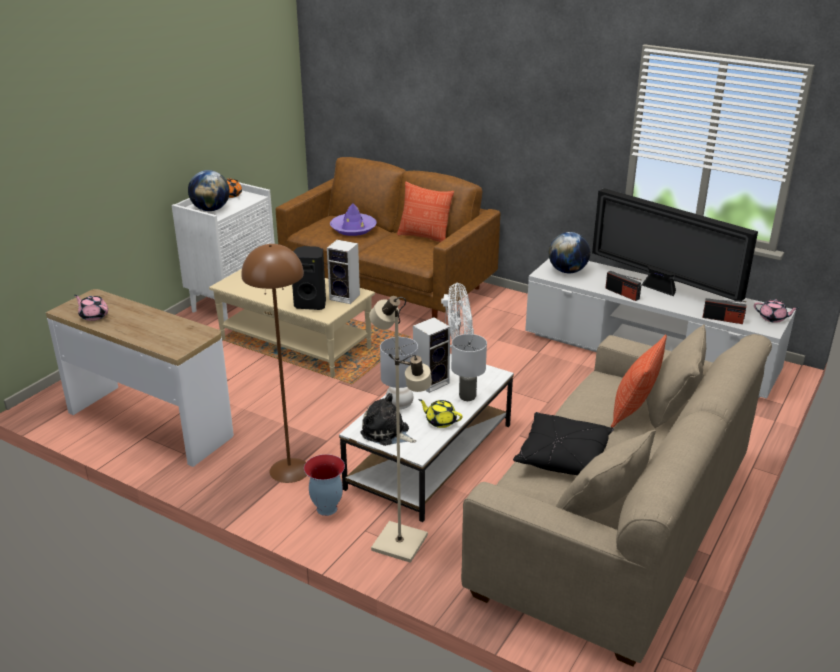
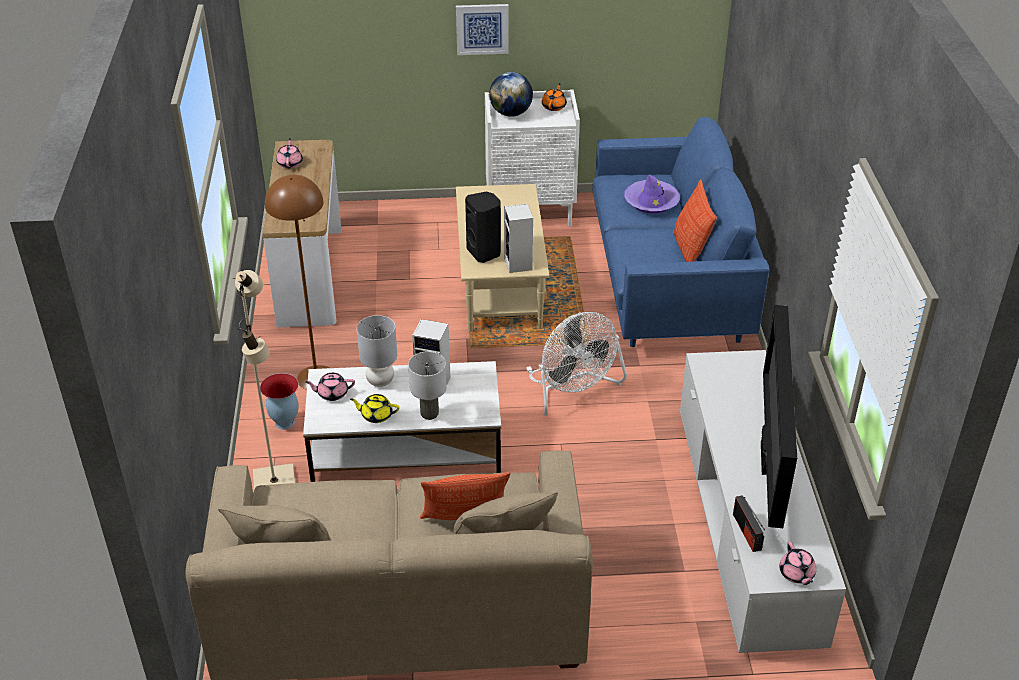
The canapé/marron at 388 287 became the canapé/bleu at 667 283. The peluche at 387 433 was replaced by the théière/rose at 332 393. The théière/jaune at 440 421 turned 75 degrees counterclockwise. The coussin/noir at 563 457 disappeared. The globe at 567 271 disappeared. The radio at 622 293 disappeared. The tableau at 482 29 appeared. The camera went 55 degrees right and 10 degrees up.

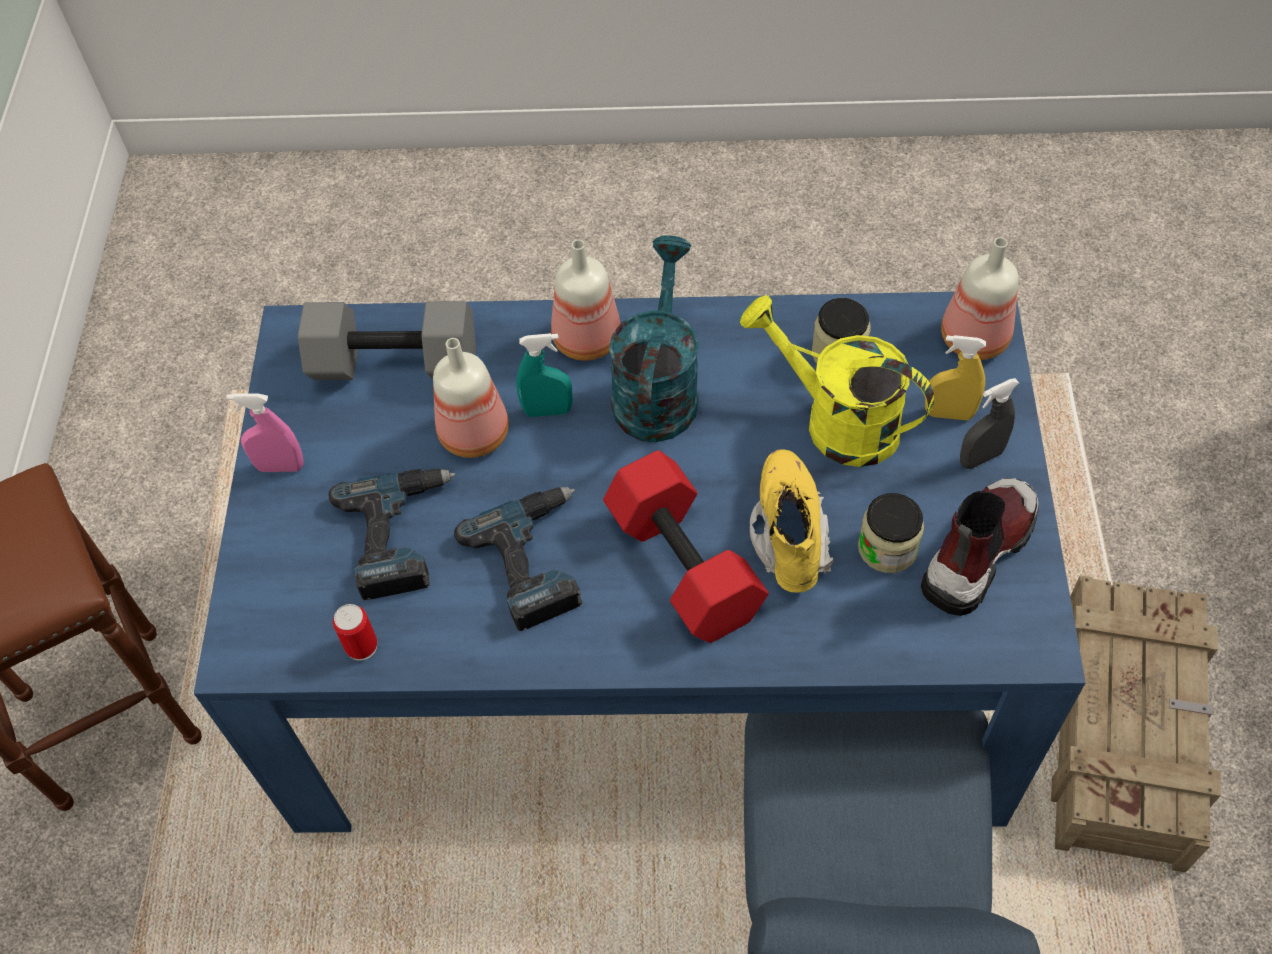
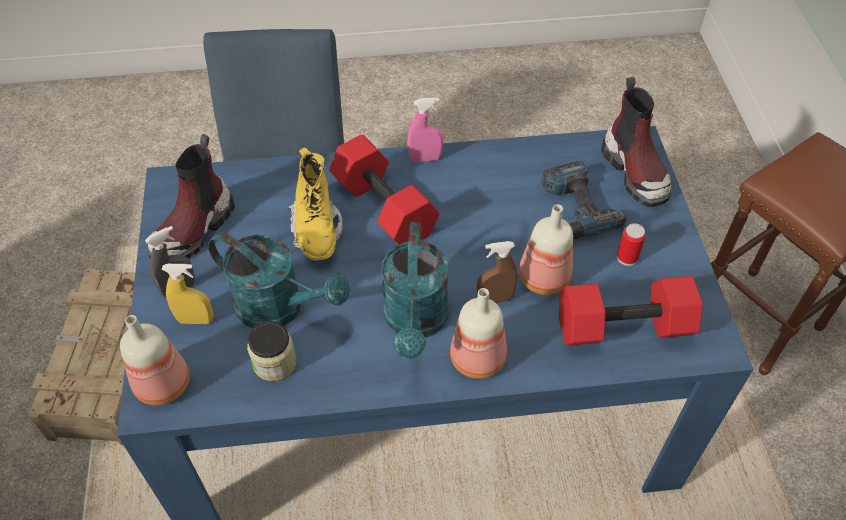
The vaporisateur/rose moved from 280 466 to 425 158. The haltère/gris at 393 365 became the haltère/rouge at 623 325. The boîte métallique moved from 361 646 to 627 257. The perceuse at 536 561 disappeared. The vaporisateur/turquoise at 547 410 became the vaporisateur/marron at 495 299. The arrosoir/jaune at 836 421 became the arrosoir/turquoise at 280 308. The bocal at 887 548 disappeared. The botte at 635 172 appeared. The camera went 170 degrees right and 5 degrees down.

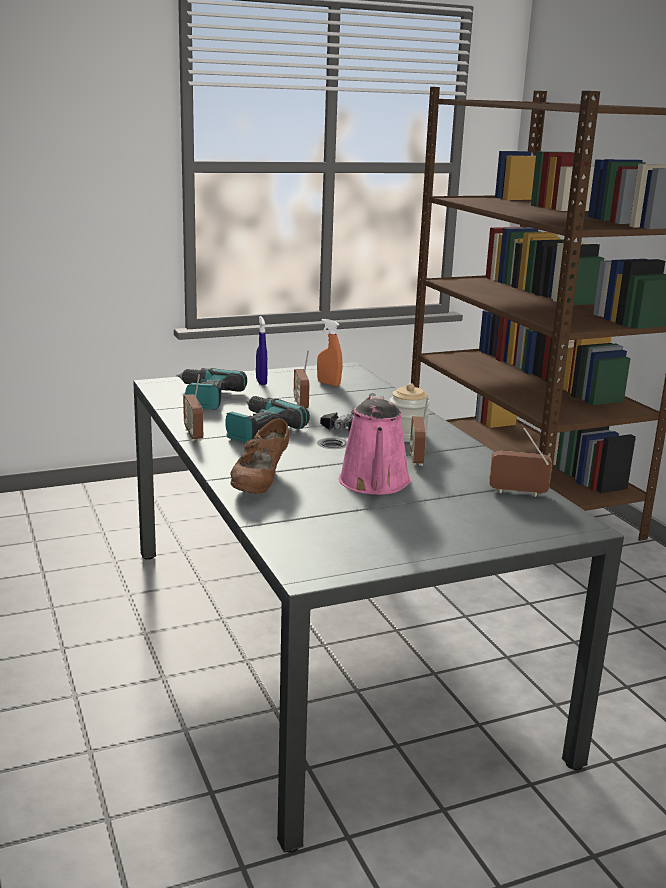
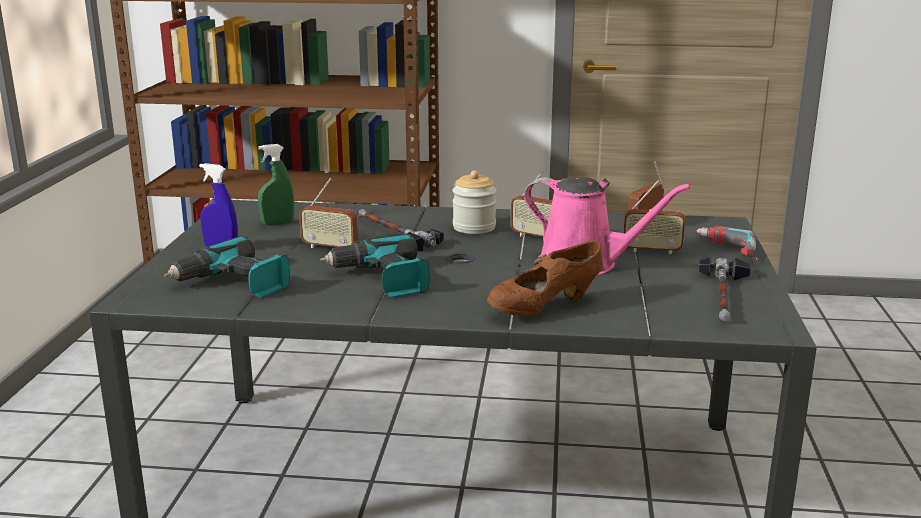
The radio moved from 194 435 to 652 250. The chaussure/marron at 260 483 turned 105 degrees clockwise. The vaporisateur/orange at 328 384 became the vaporisateur/vert at 277 223. The perceuse at 725 250 appeared. The marteau at 724 295 appeared. The camera went 60 degrees left and 0 degrees up.

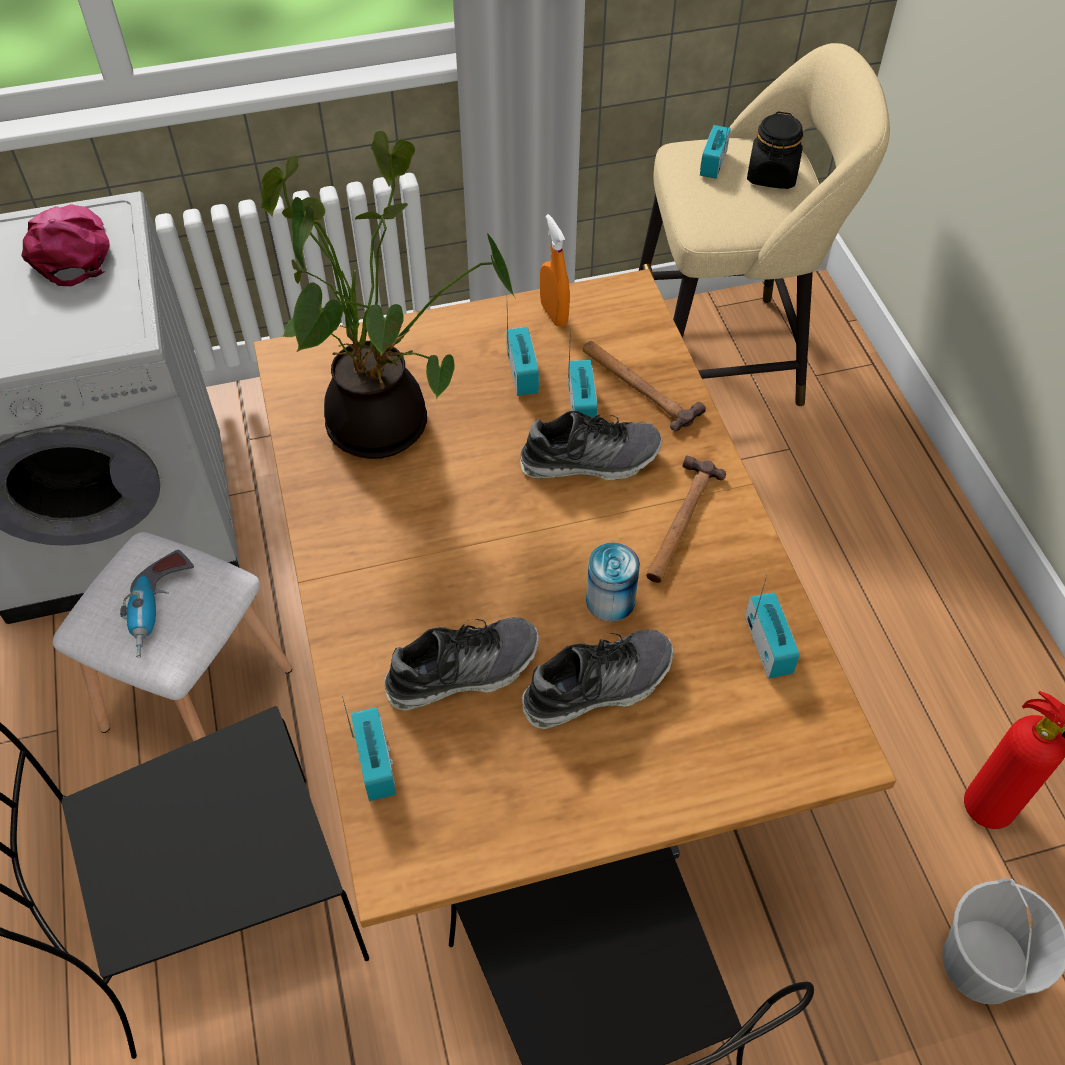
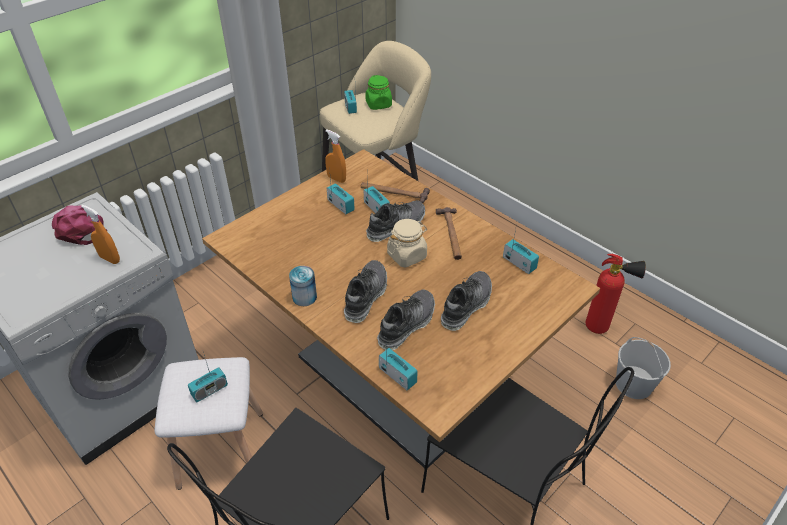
The perceuse at 161 610 was replaced by the radio at 209 390. The plante en pot at 387 423 disappeared. The boîte métallique moved from 610 600 to 304 297. The bocal/noir at 772 175 became the bocal/vert at 378 104. The vaporisateur/orange at 110 259 appeared. The chaussure at 365 296 appeared. The bocal/beige at 407 255 appeared. The camera went 30 degrees left and 10 degrees down.

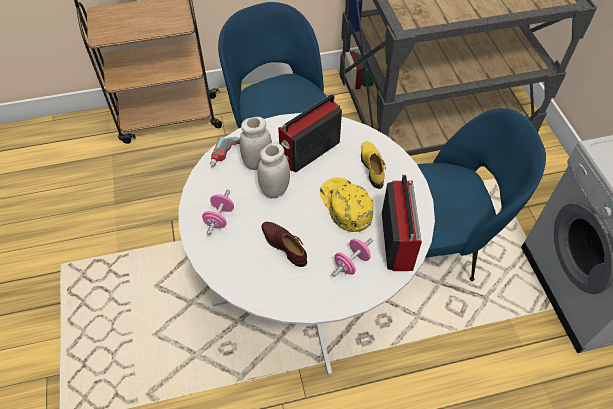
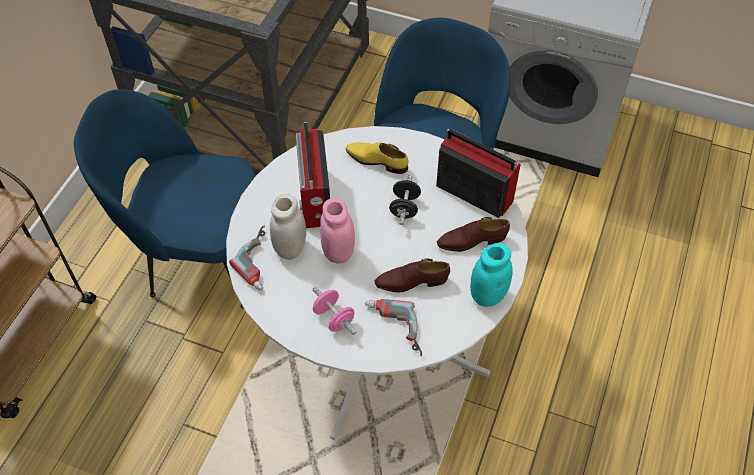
The bocal/blanc at 275 190 became the bocal/rose at 338 252. The casquette/jaune at 345 205 was replaced by the haltère/noir at 404 208. The haltère/rose at 351 263 was replaced by the chaussure/marron at 471 240. The perceuse at 392 329 appeared. The bocal/turquoise at 487 295 appeared. The camera went 55 degrees left and 0 degrees up.

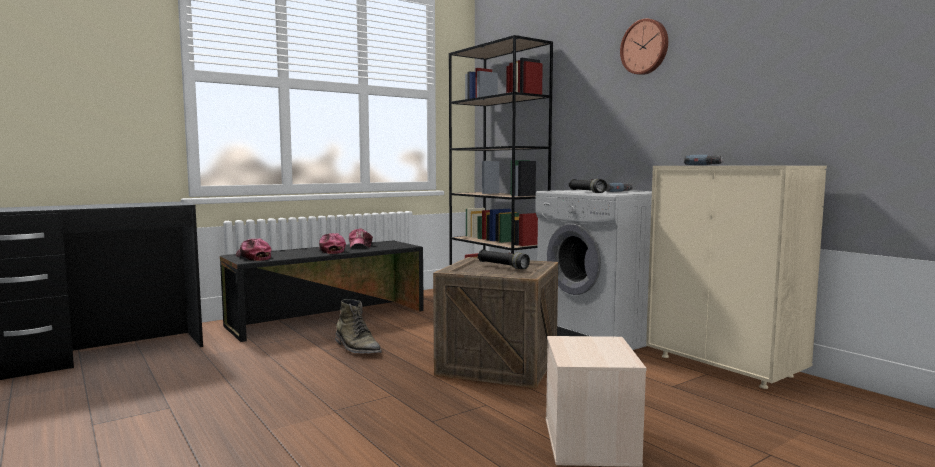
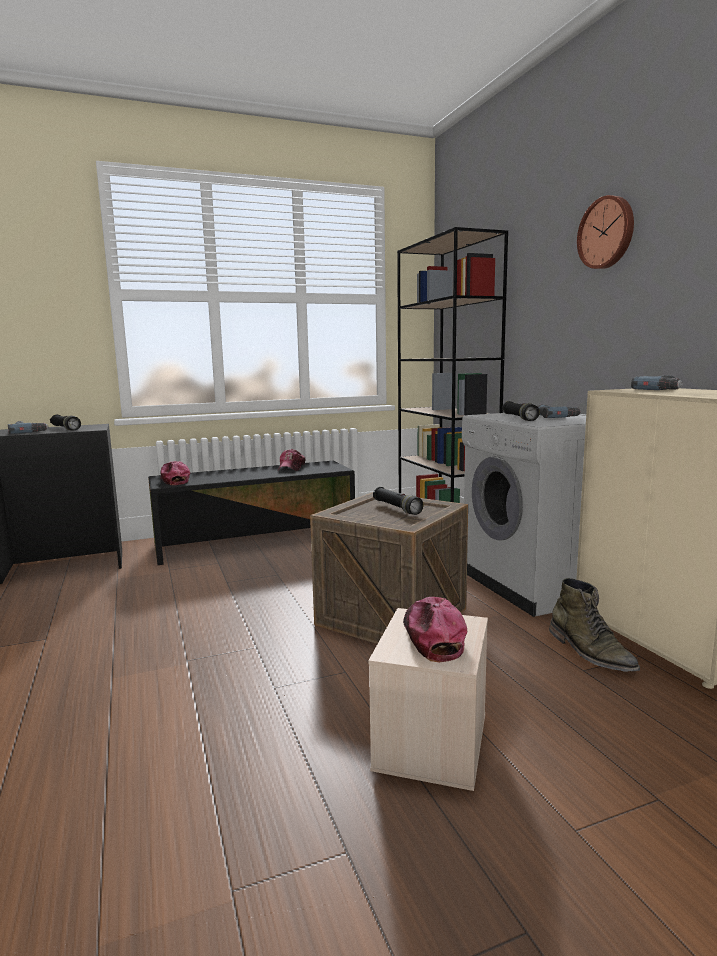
The casquette moved from 331 250 to 432 636. The botte/vert moved from 357 348 to 590 652. The perceuse at 28 431 appeared. The lampe de poche/noir at 66 428 appeared. The camera went 15 degrees right and 5 degrees up.

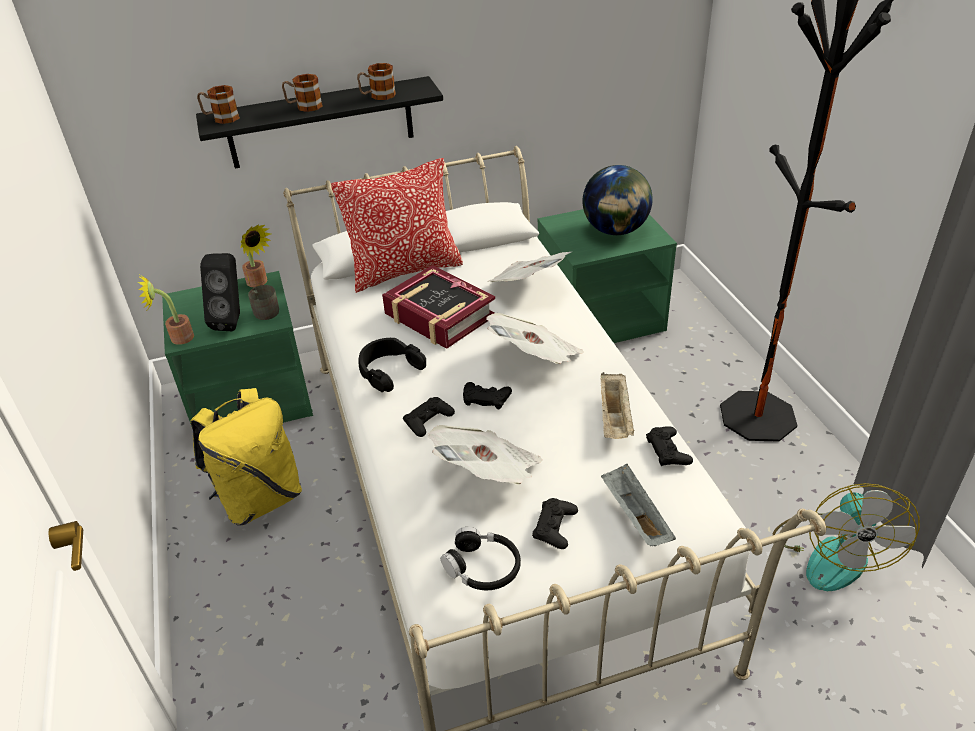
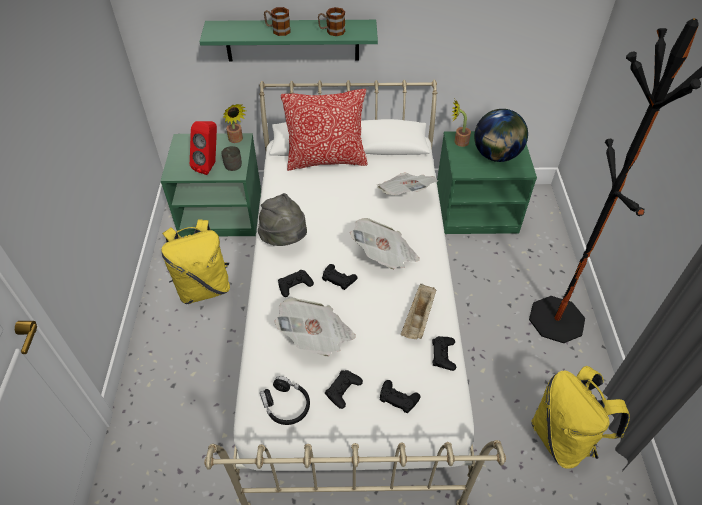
The plante en pot moved from 177 338 to 458 142. The étagère/noir at 321 123 became the étagère/vert at 292 40. The mug at 221 118 disappeared. The enceinte/noir at 233 320 became the enceinte/rouge at 210 166. The casque audio/noir at 389 370 was replaced by the chapeau/gris at 285 239. The livre at 439 315 disappeared. The plateau/gris at 634 516 was replaced by the manette/noir at 398 398. The ventilateur at 832 552 was replaced by the sac à dos/jaune at 563 438. The camera went 15 degrees right and 10 degrees up.

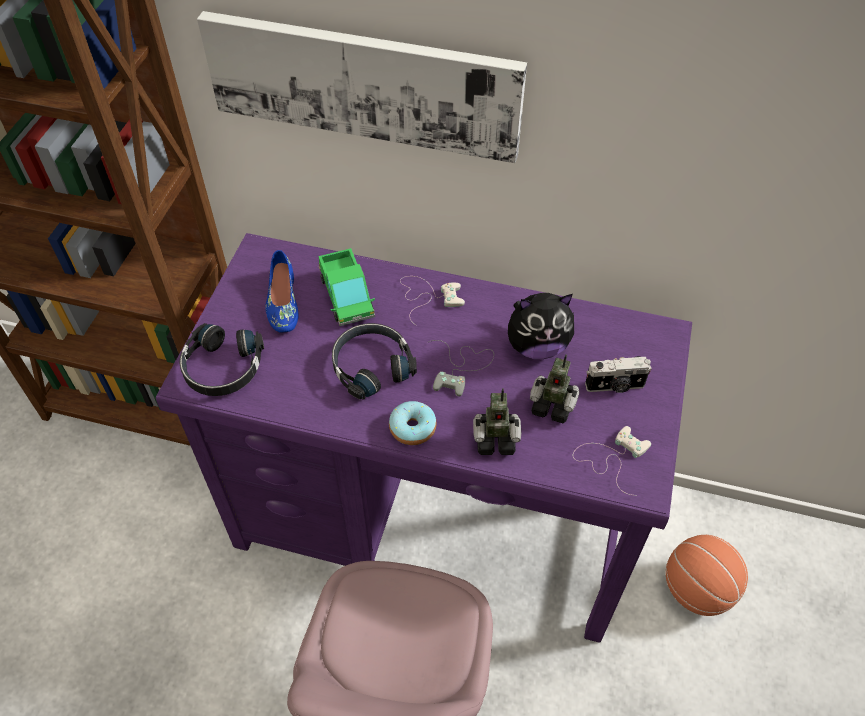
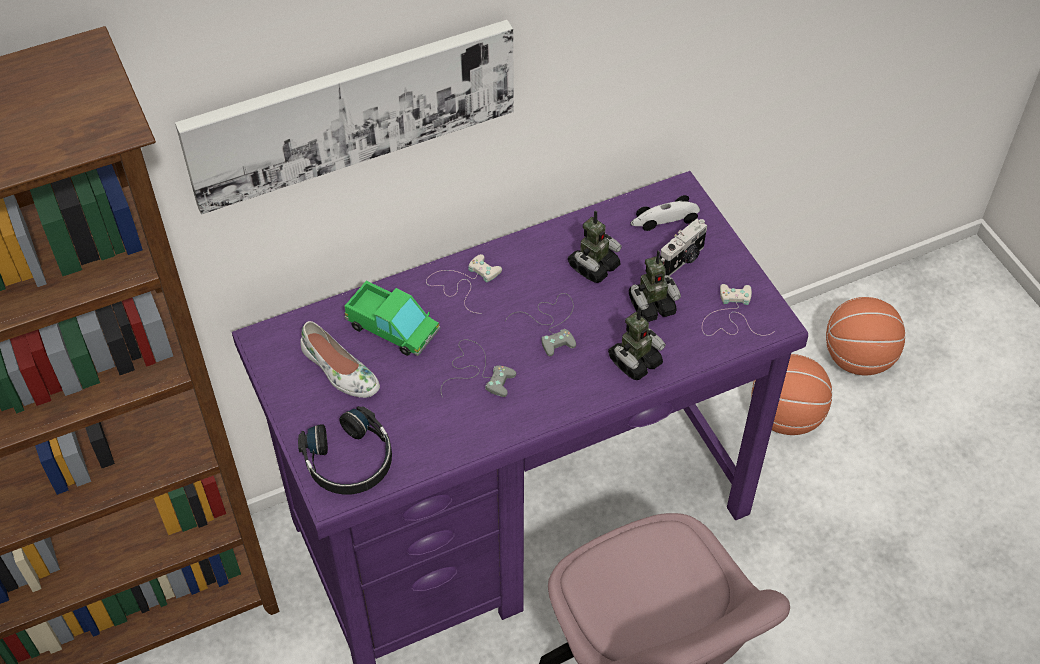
The chaussure/bleu at 282 302 became the chaussure/blanc at 339 370. The casque audio/noir at 371 365 was replaced by the manette/gris at 477 371. The beignet at 412 428 disappeared. The peluche at 537 346 was replaced by the robot jouet at 593 266. The petite voiture at 664 219 appeared. The ballon de basket at 857 358 appeared. The camera went 40 degrees left and 0 degrees up.

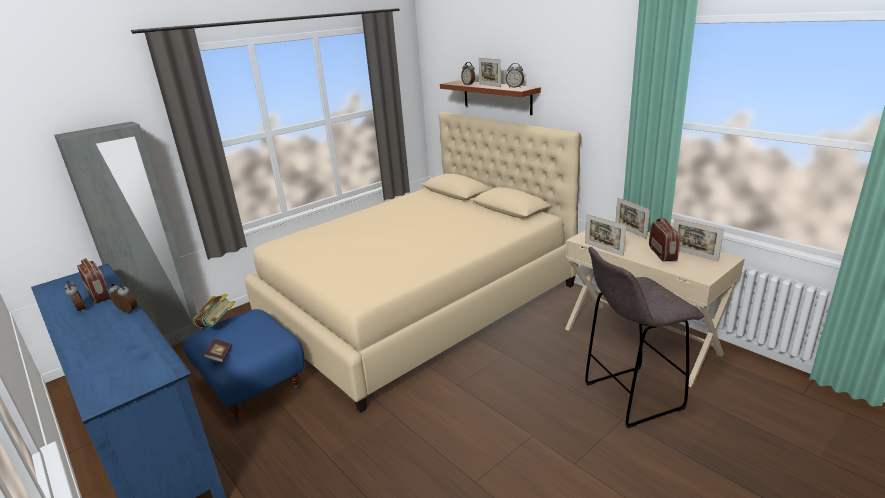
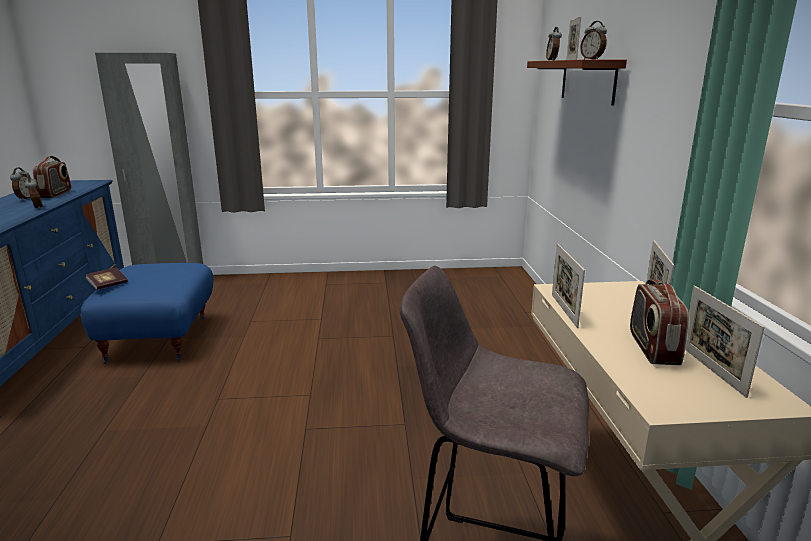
The livre at 217 325 disappeared. The lit/beige at 420 303 disappeared. The radio at 662 253 turned 150 degrees clockwise. The camera went 35 degrees right and 5 degrees down.

